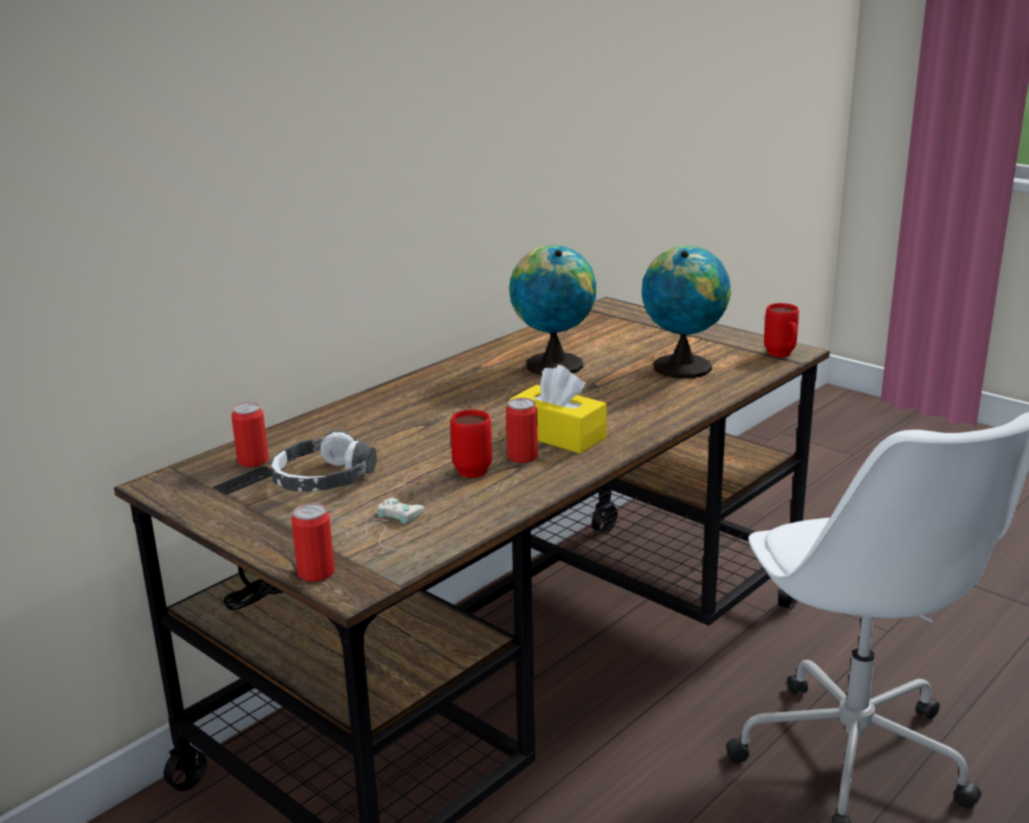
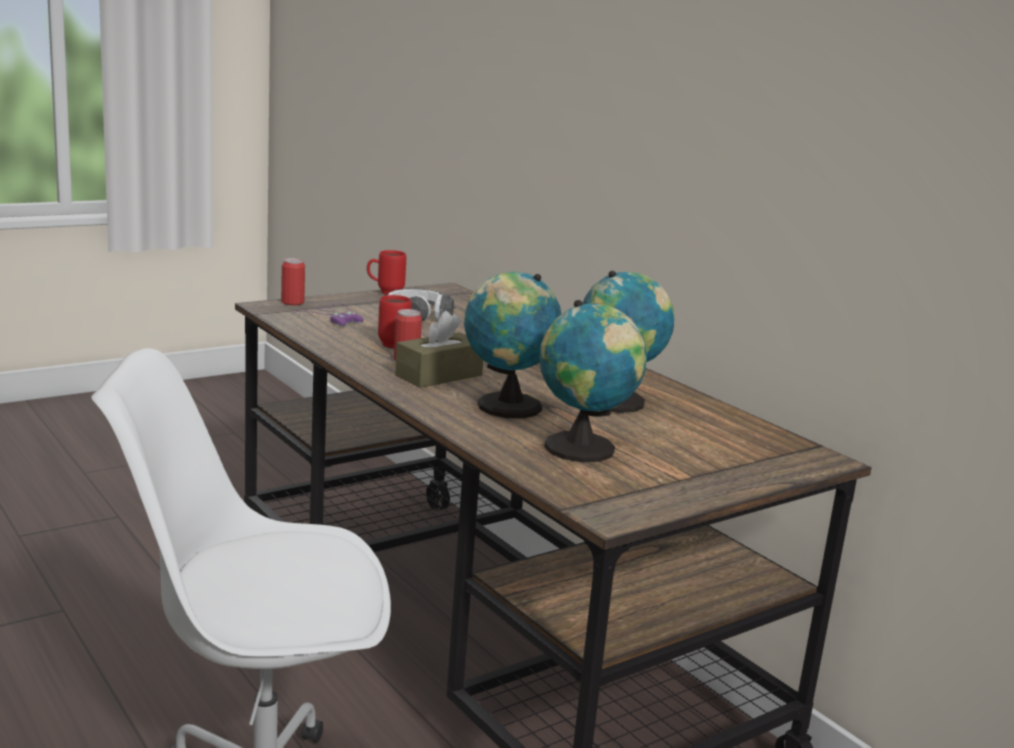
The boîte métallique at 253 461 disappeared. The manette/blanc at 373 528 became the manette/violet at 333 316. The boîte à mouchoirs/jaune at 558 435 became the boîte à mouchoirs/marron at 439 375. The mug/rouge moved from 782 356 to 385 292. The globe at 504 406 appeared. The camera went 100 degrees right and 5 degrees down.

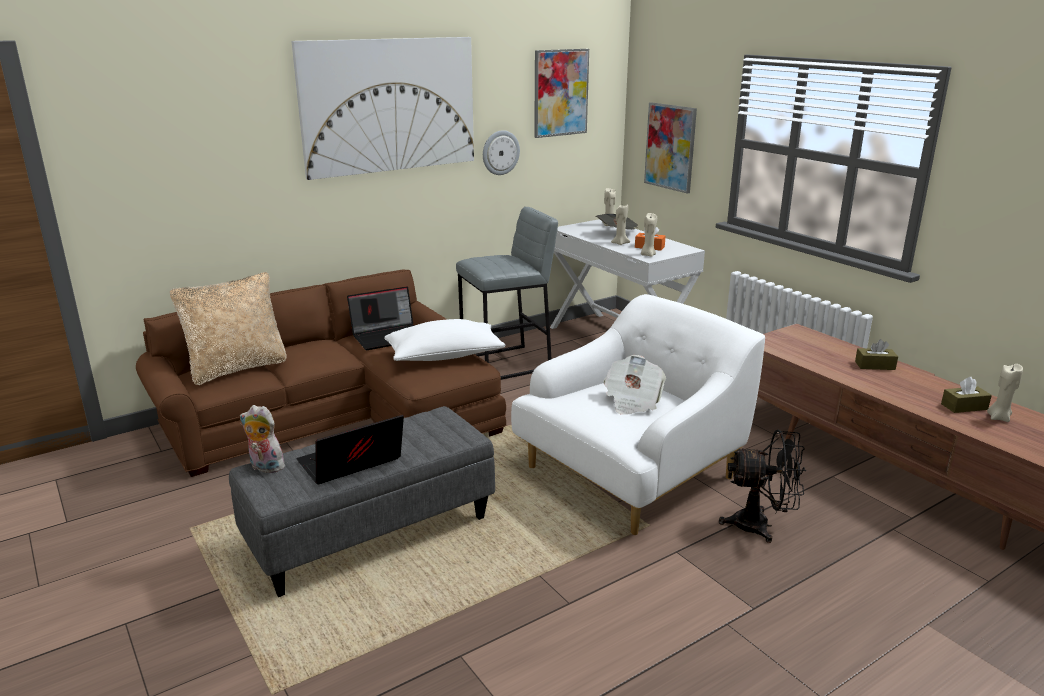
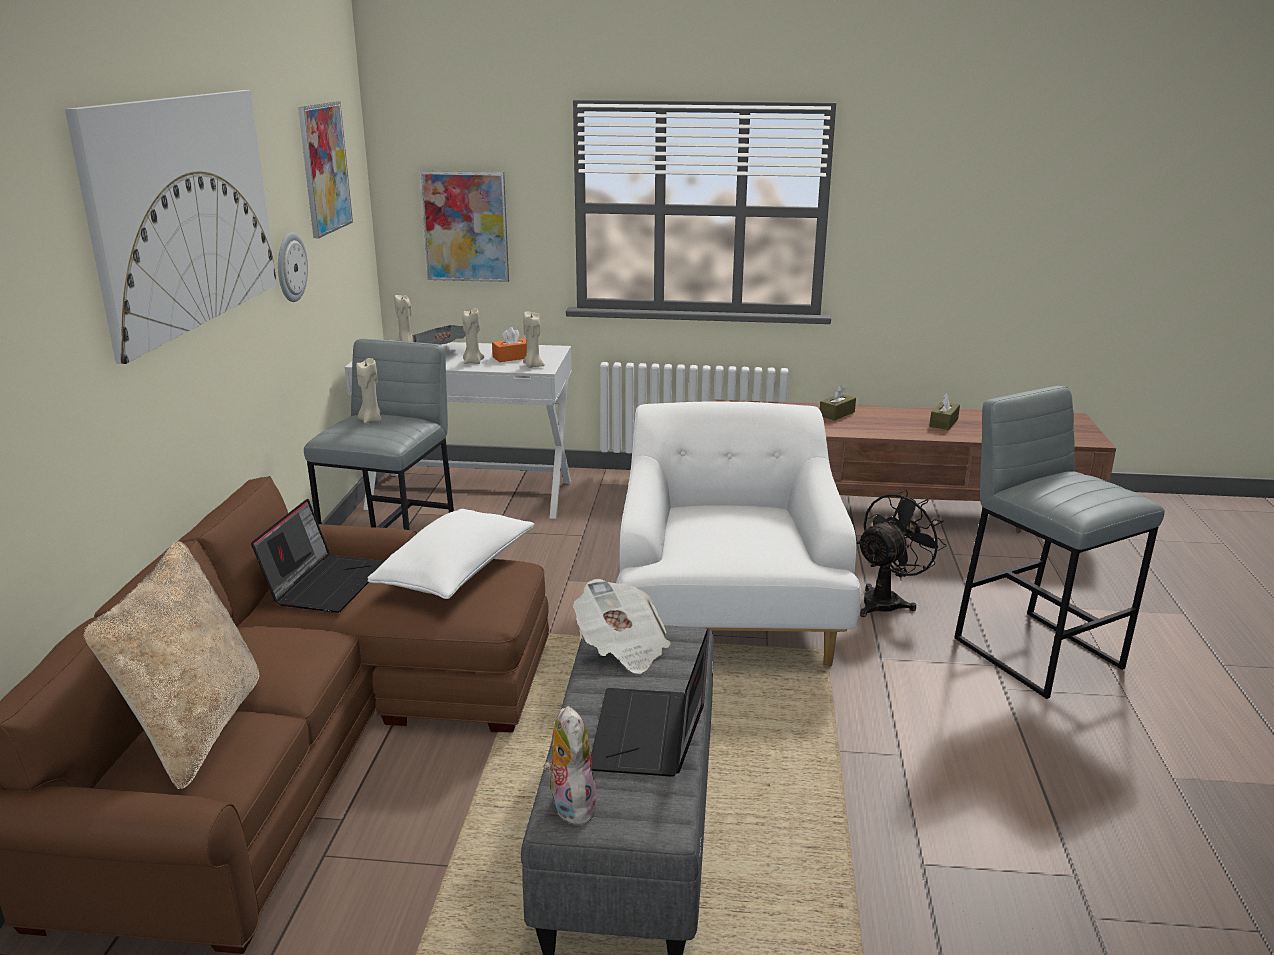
The peluche at 265 467 turned 105 degrees clockwise. The journal moved from 632 401 to 622 648. The bougie/beige moved from 998 418 to 371 420. The tabouret/gris at 1035 651 appeared. The camera went 50 degrees left and 0 degrees up.

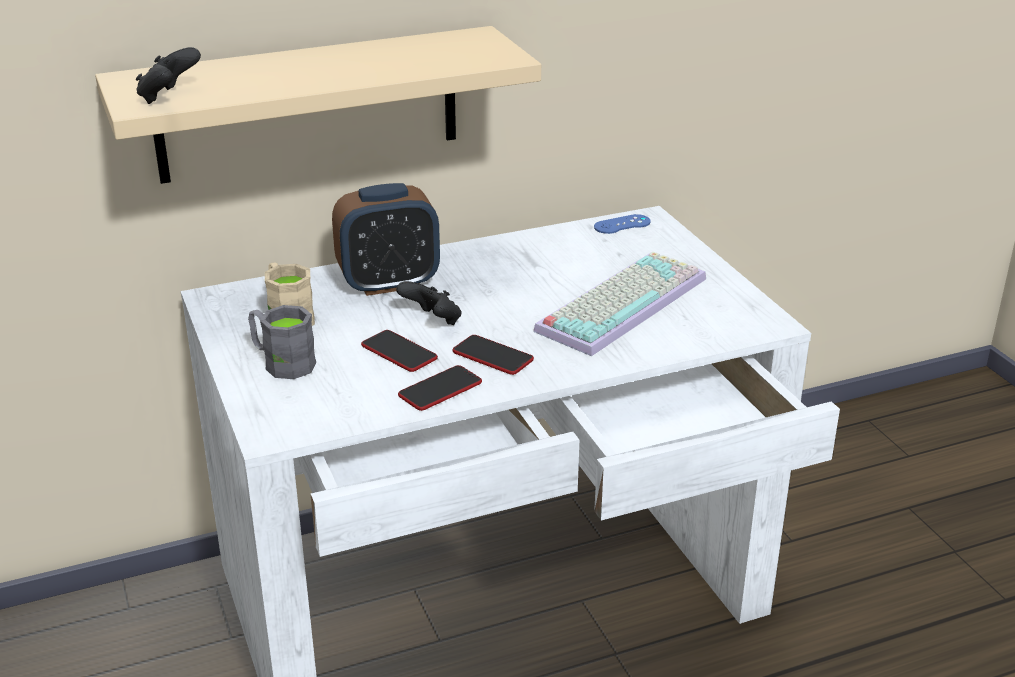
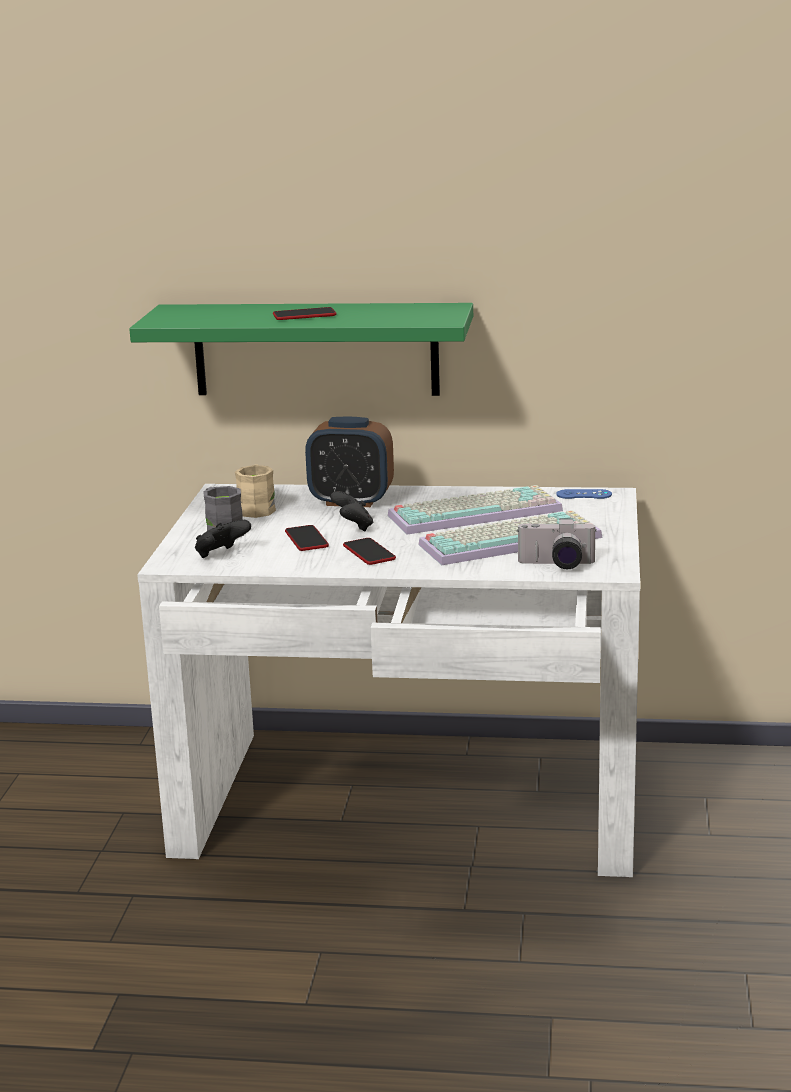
The étagère/beige at 308 105 became the étagère/vert at 316 349. The manette/noir moved from 169 97 to 221 555. The téléphone moved from 440 389 to 304 315. The clavier at 476 512 appeared. The appareil photo at 556 565 appeared. The camera went 30 degrees right and 10 degrees down.

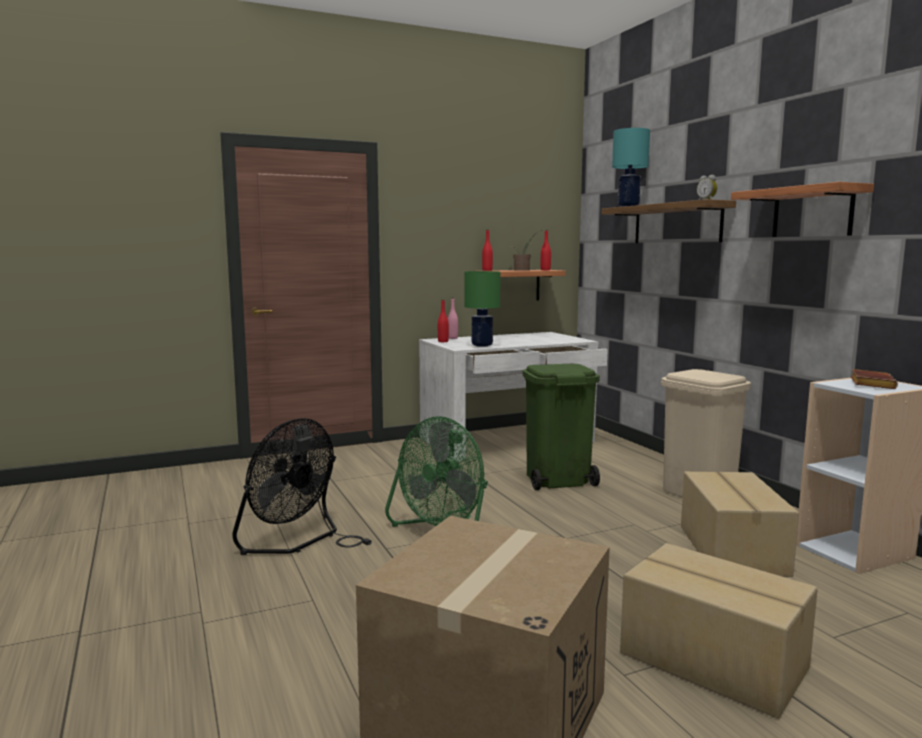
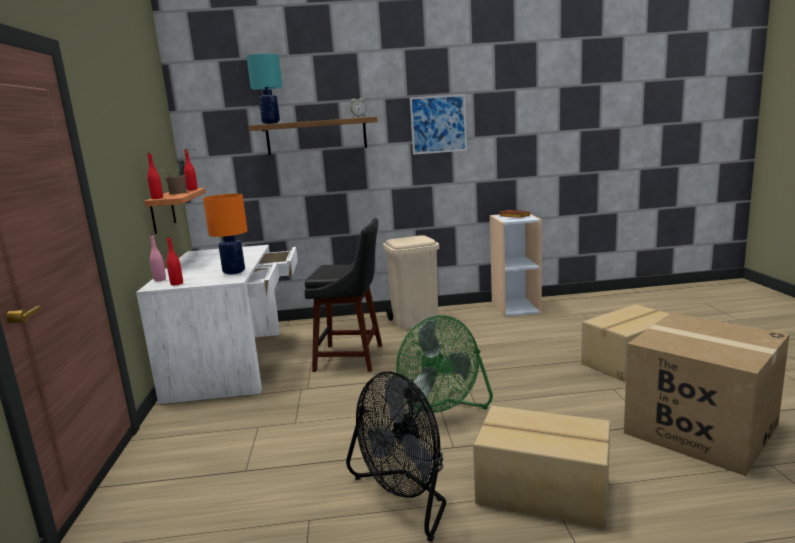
The lampe de table/vert at 482 346 became the lampe de table/orange at 234 273. The poubelle/vert at 557 480 was replaced by the chaise/noir at 353 358. The carton moved from 730 550 to 543 492. The étagère at 812 212 was replaced by the tableau at 438 124. The camera went 70 degrees left and 5 degrees up.

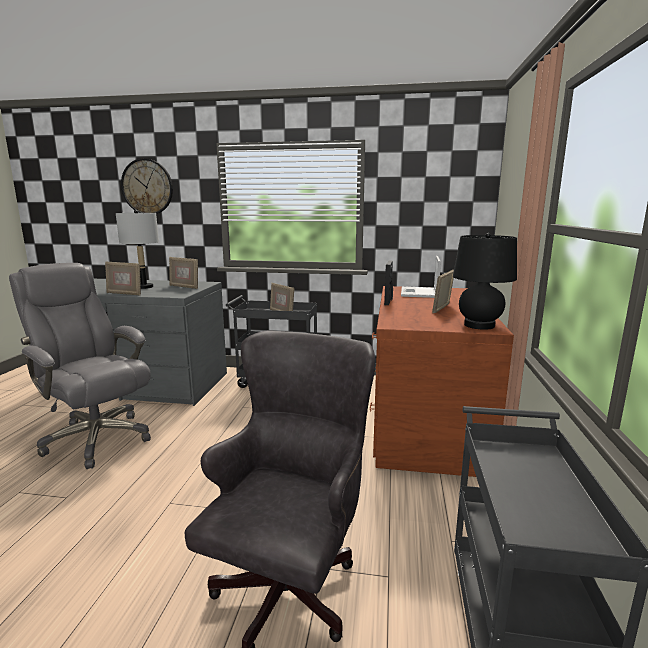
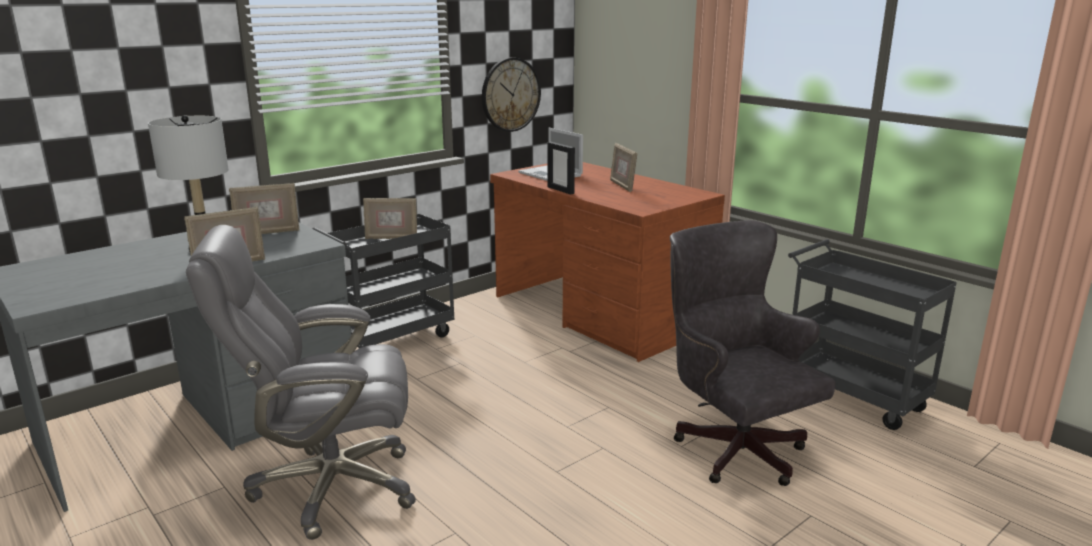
The horloge murale moved from 147 187 to 510 94. The lampe de table/noir at 479 325 disappeared. The camera went 50 degrees left and 5 degrees up.

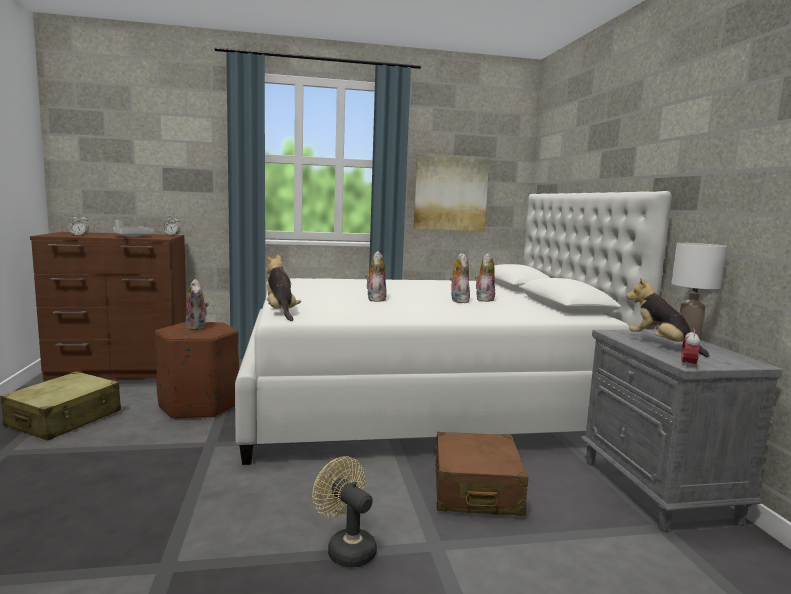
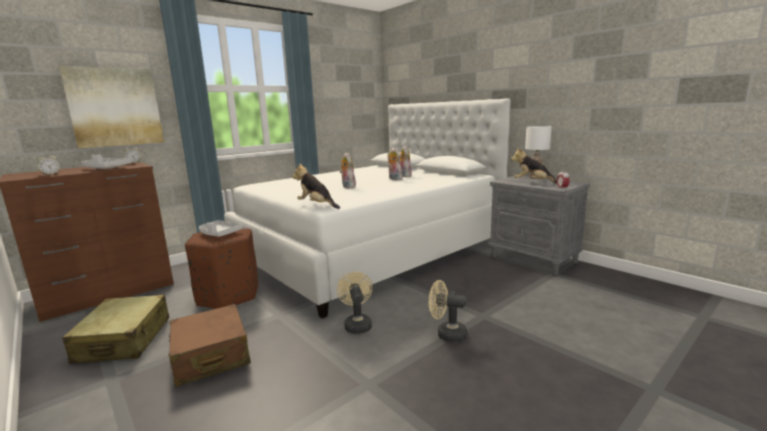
The peluche at 197 327 was replaced by the plateau/gris at 219 234. The tableau moved from 450 193 to 115 107. The valise/marron moved from 476 490 to 211 356. The ventilateur/beige at 357 324 appeared. The camera went 30 degrees left and 5 degrees up.

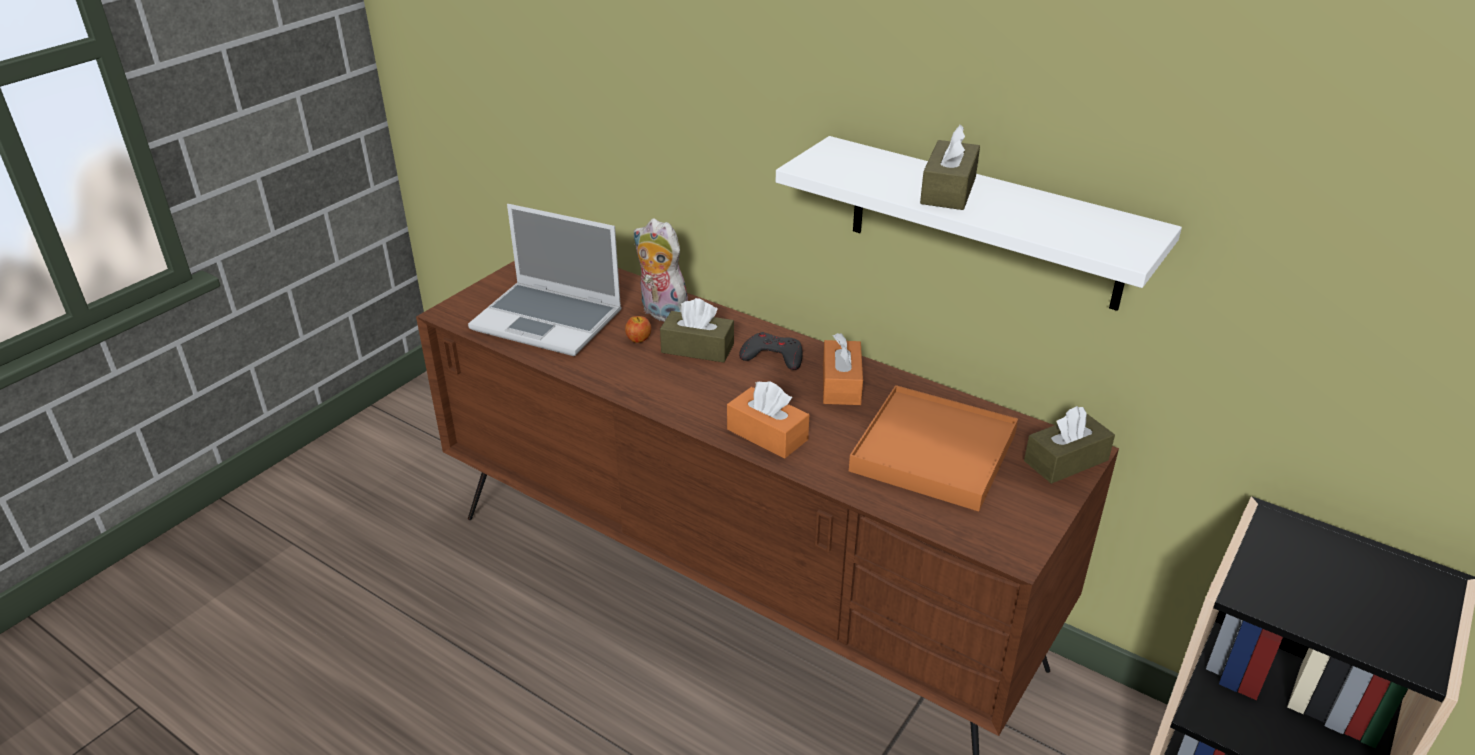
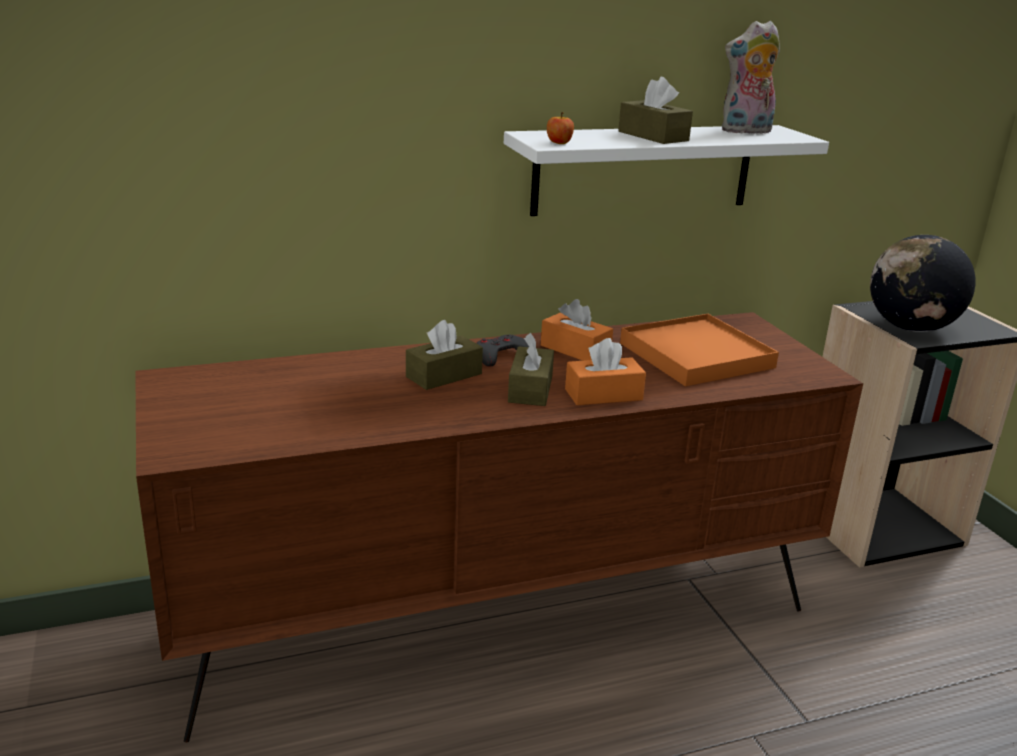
The ordinateur portable at 549 320 disappeared. The pomme moved from 639 339 to 559 143. The peluche moved from 660 313 to 745 131. The boîte à mouchoirs/marron moved from 1066 460 to 530 389. The globe at 910 328 appeared. The camera went 55 degrees left and 10 degrees down.

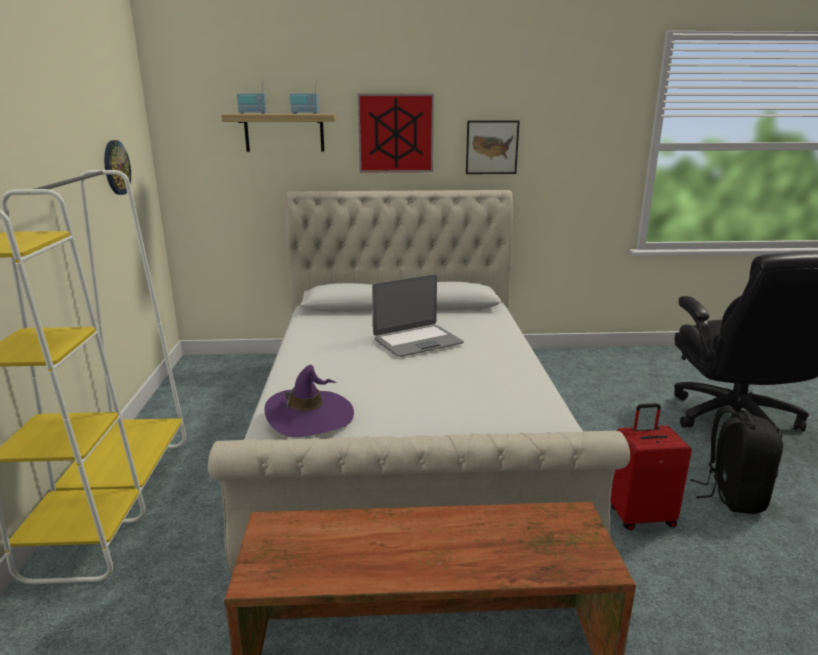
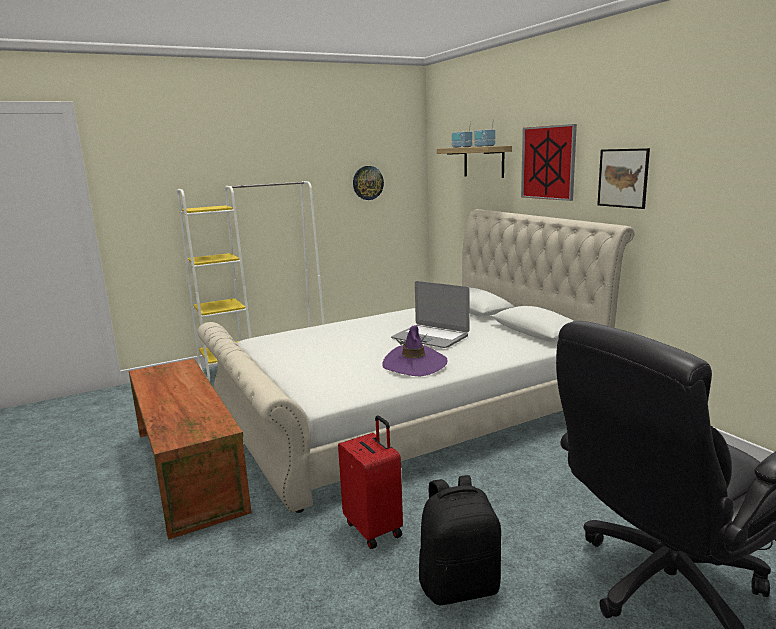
The chapeau/violet moved from 310 416 to 414 364. The camera went 65 degrees right and 5 degrees down.

